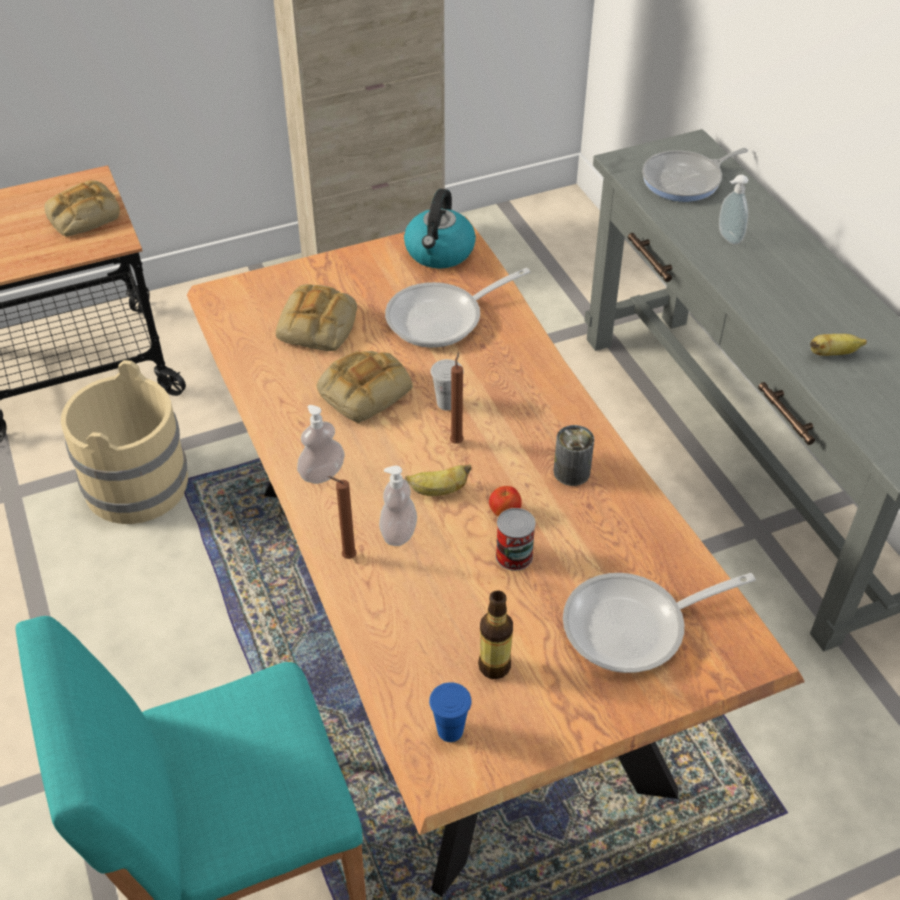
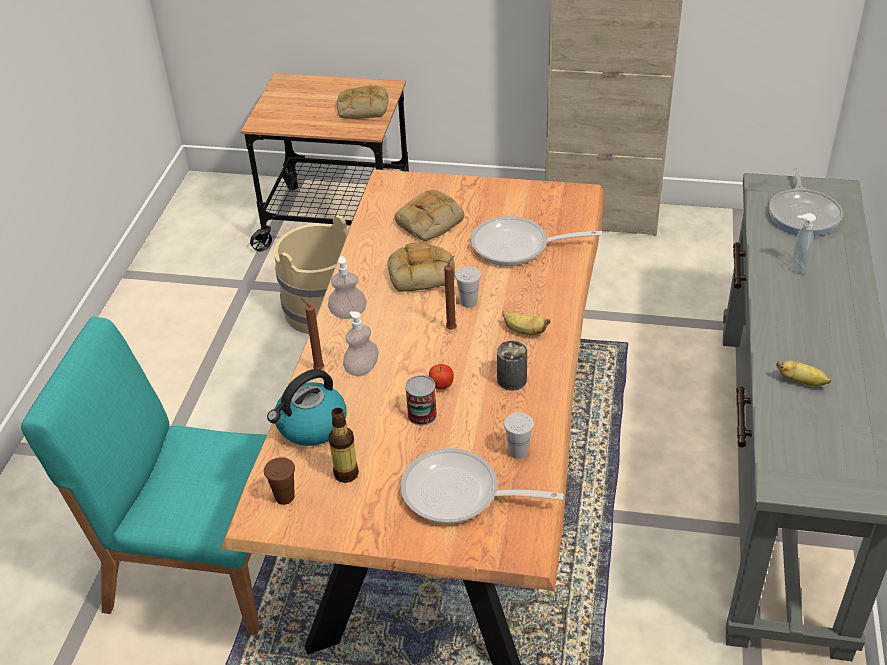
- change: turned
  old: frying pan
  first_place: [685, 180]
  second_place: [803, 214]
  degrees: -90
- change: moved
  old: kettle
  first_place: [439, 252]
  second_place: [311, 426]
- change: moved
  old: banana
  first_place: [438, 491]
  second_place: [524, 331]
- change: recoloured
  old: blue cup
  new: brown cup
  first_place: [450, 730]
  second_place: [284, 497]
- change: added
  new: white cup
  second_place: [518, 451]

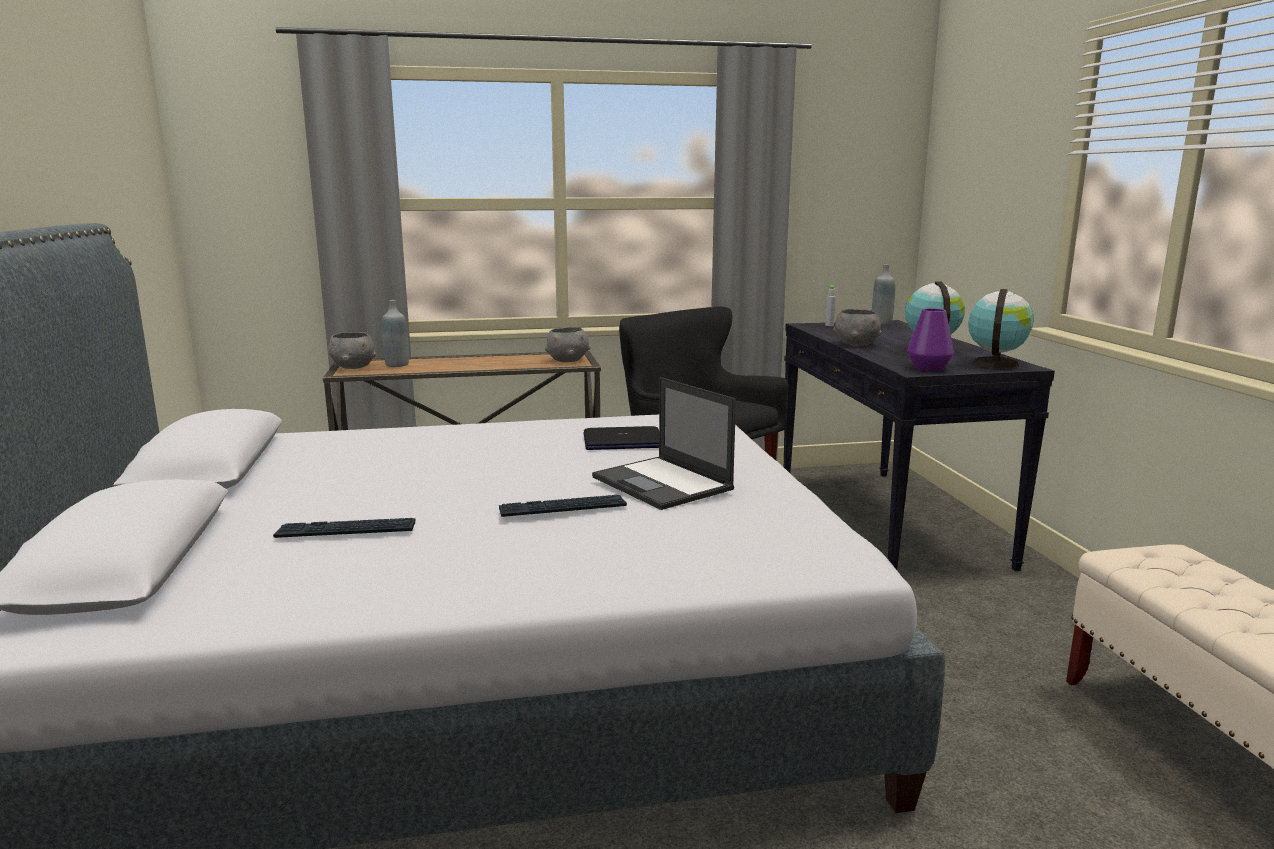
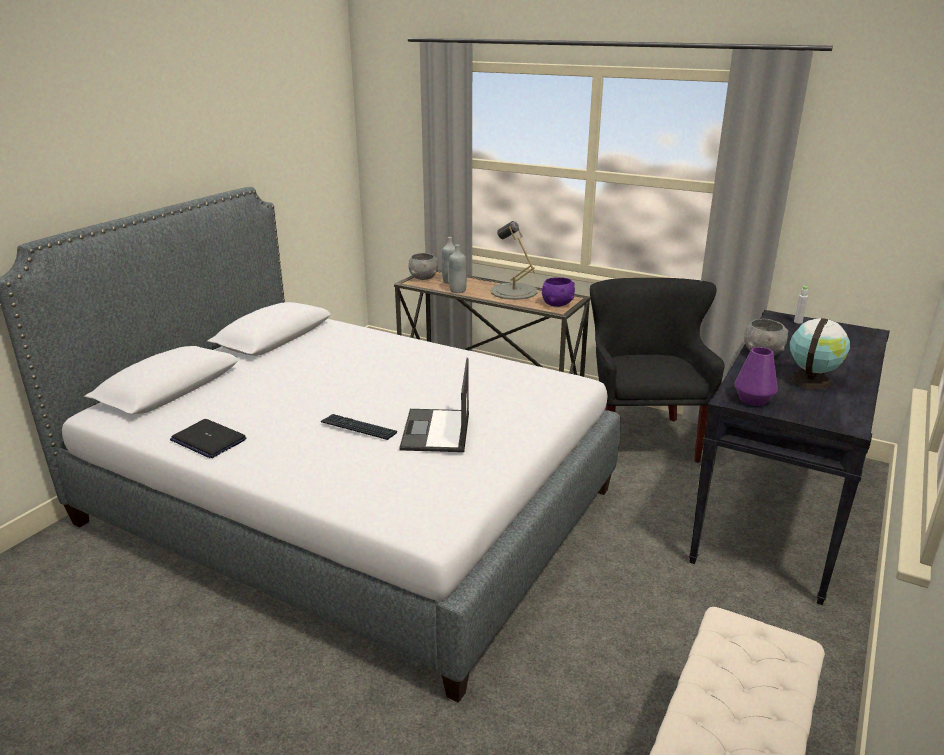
- change: moved
  old: grey bottle
  first_place: [881, 323]
  second_place: [457, 290]
- change: removed
  old: globe
  first_place: [995, 363]
- change: recoloured
  old: grey bowl
  new: purple bowl
  first_place: [568, 360]
  second_place: [557, 304]
- change: moved
  old: laptop
  first_place: [622, 441]
  second_place: [208, 440]
- change: removed
  old: keyboard
  first_place: [346, 530]
- change: added
  new: grey table lamp
  second_place: [513, 291]

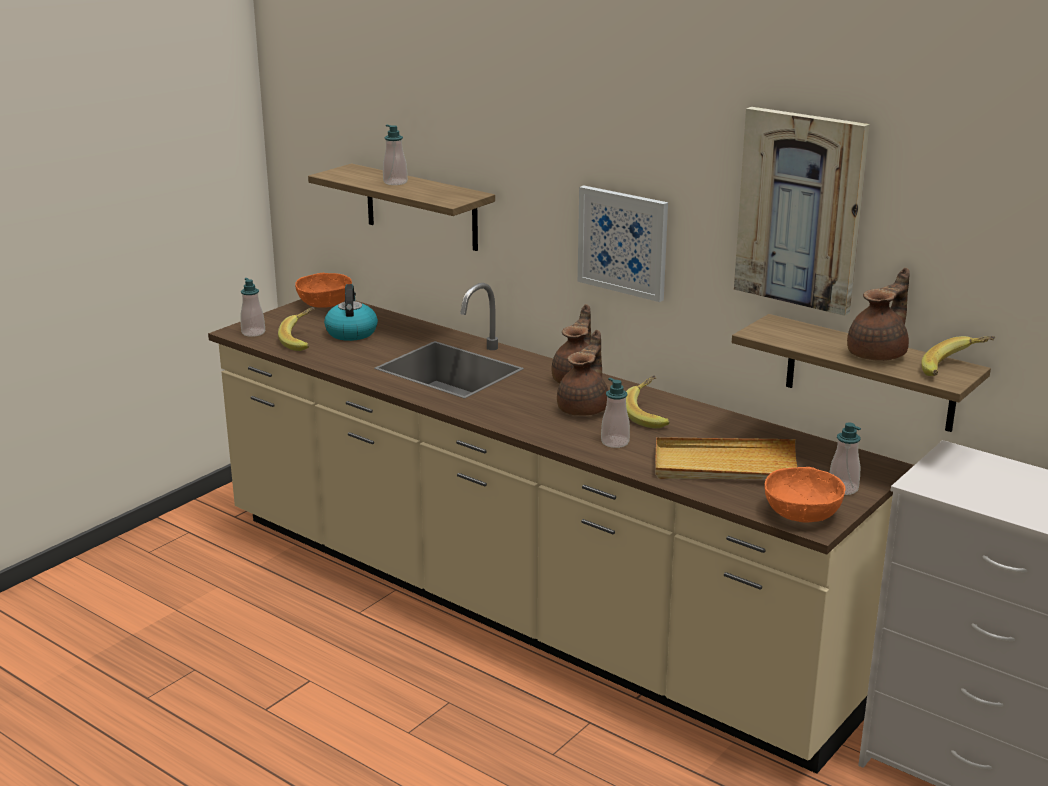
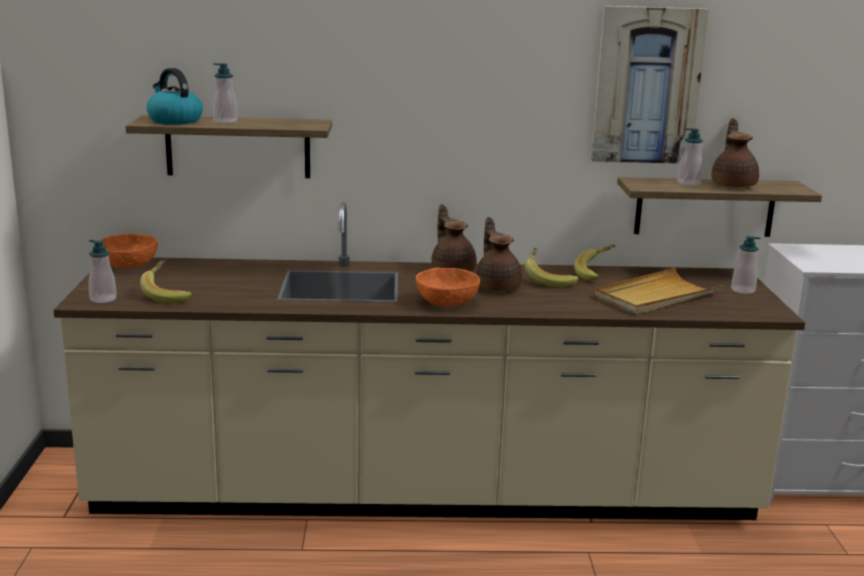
- change: removed
  old: picture
  first_place: [623, 242]
- change: moved
  old: kettle
  first_place: [351, 332]
  second_place: [174, 120]
- change: moved
  old: banana
  first_place: [955, 371]
  second_place: [597, 274]
- change: moved
  old: soap dispenser
  first_place: [615, 442]
  second_place: [688, 183]
- change: moved
  old: orange bowl
  first_place: [802, 514]
  second_place: [447, 302]

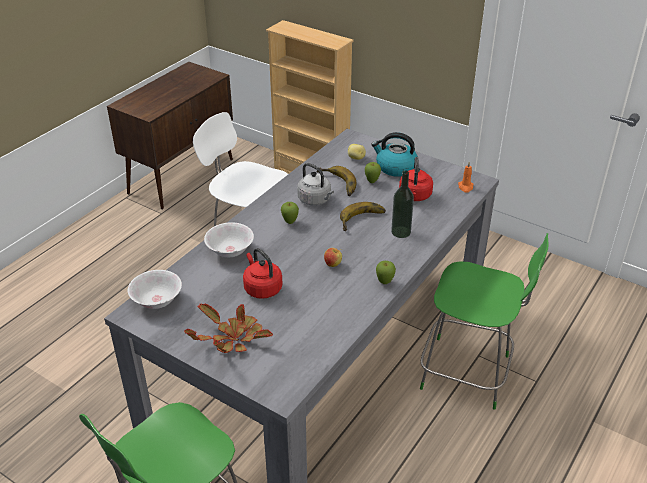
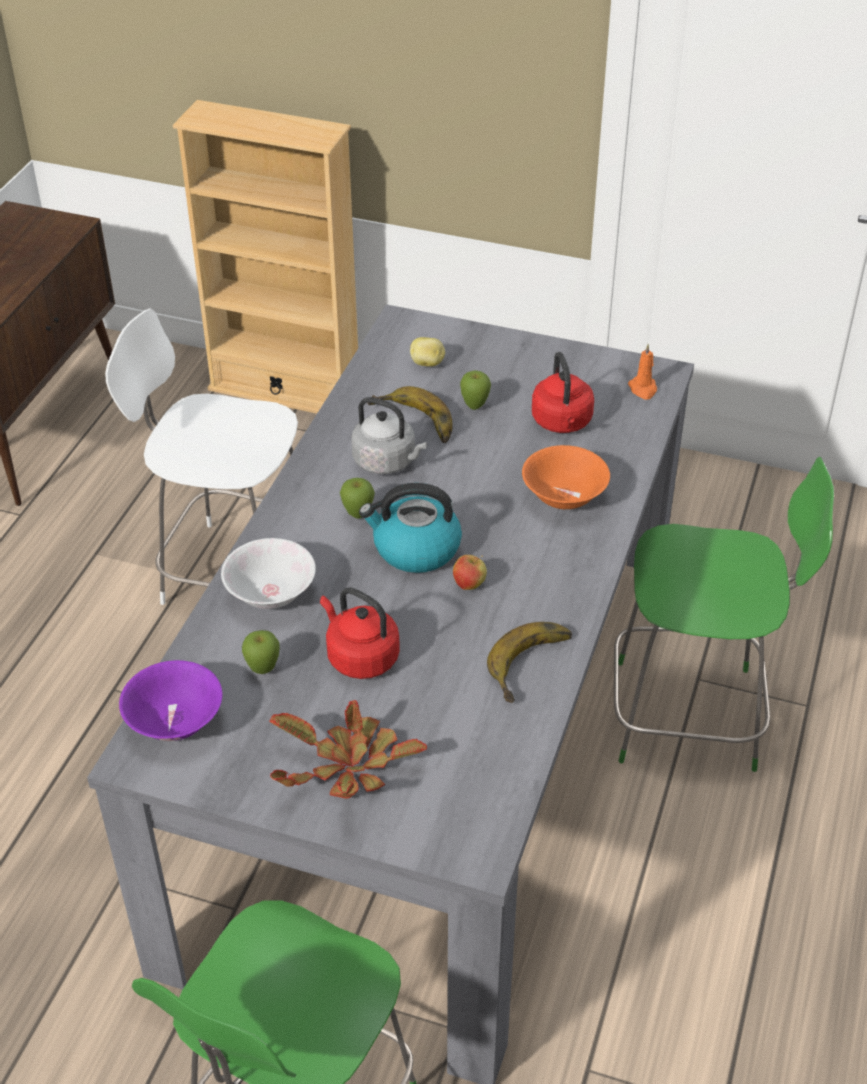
- change: moved
  old: kettle
  first_place: [395, 167]
  second_place: [415, 549]
- change: replaced
  old: bottle
  new: orange bowl
  first_place: [401, 232]
  second_place: [564, 498]
- change: moved
  old: banana
  first_place: [363, 220]
  second_place: [535, 666]
- change: moved
  old: apple
  first_place: [384, 282]
  second_place: [263, 670]
- change: recoloured
  old: white bowl
  new: purple bowl
  first_place: [157, 301]
  second_place: [176, 722]

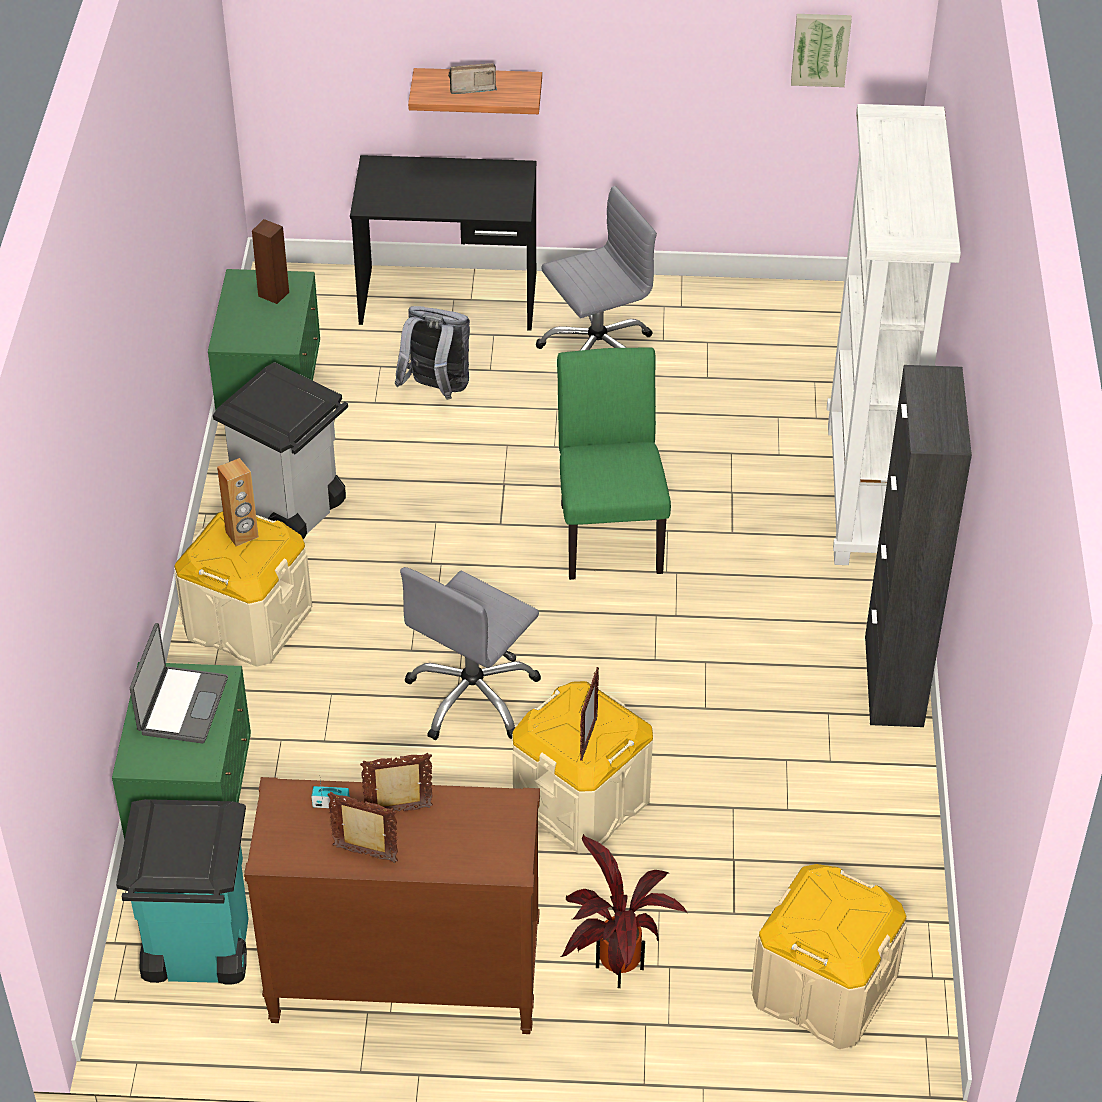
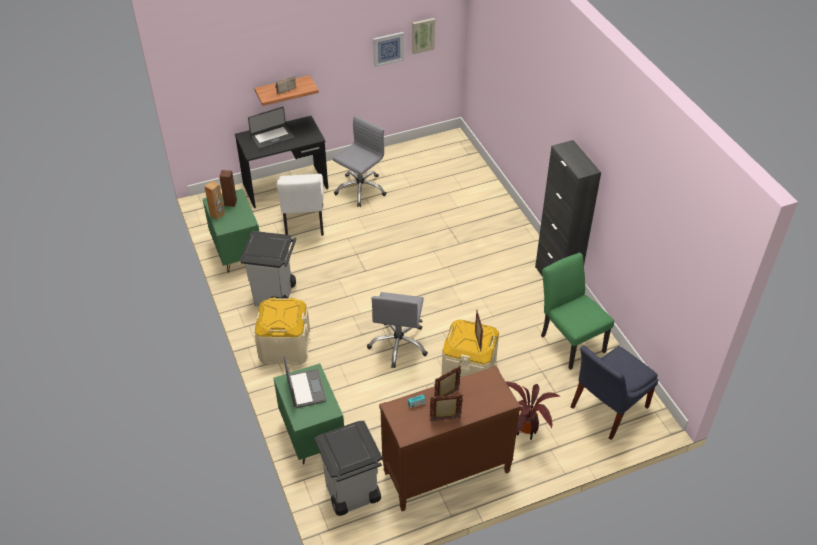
- change: removed
  old: white bookcase
  first_place: [866, 495]
- change: replaced
  old: grey backpack
  new: white chair
  first_place: [436, 389]
  second_place: [304, 225]
- change: moved
  old: green chair
  first_place: [609, 531]
  second_place: [569, 340]
- change: moved
  old: brown speaker
  first_place: [242, 535]
  second_place: [217, 215]
- change: recoloured
  old: turquoise trash can
  new: grey trash can
  first_place: [197, 952]
  second_place: [351, 495]
- change: replaced
  old: beige storage box
  new: blue chair
  first_place: [823, 988]
  second_place: [606, 408]
- change: added
  new: picture
  second_place: [388, 49]
- change: added
  new: laptop
  second_place: [272, 137]

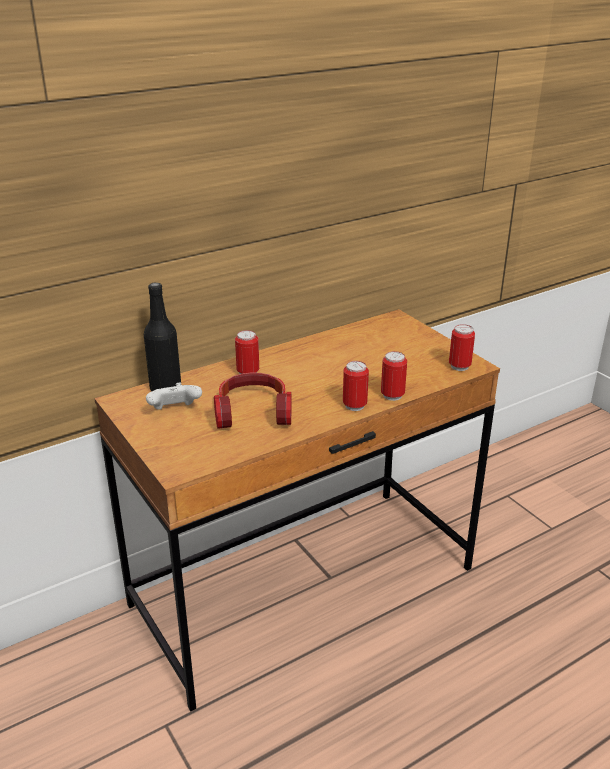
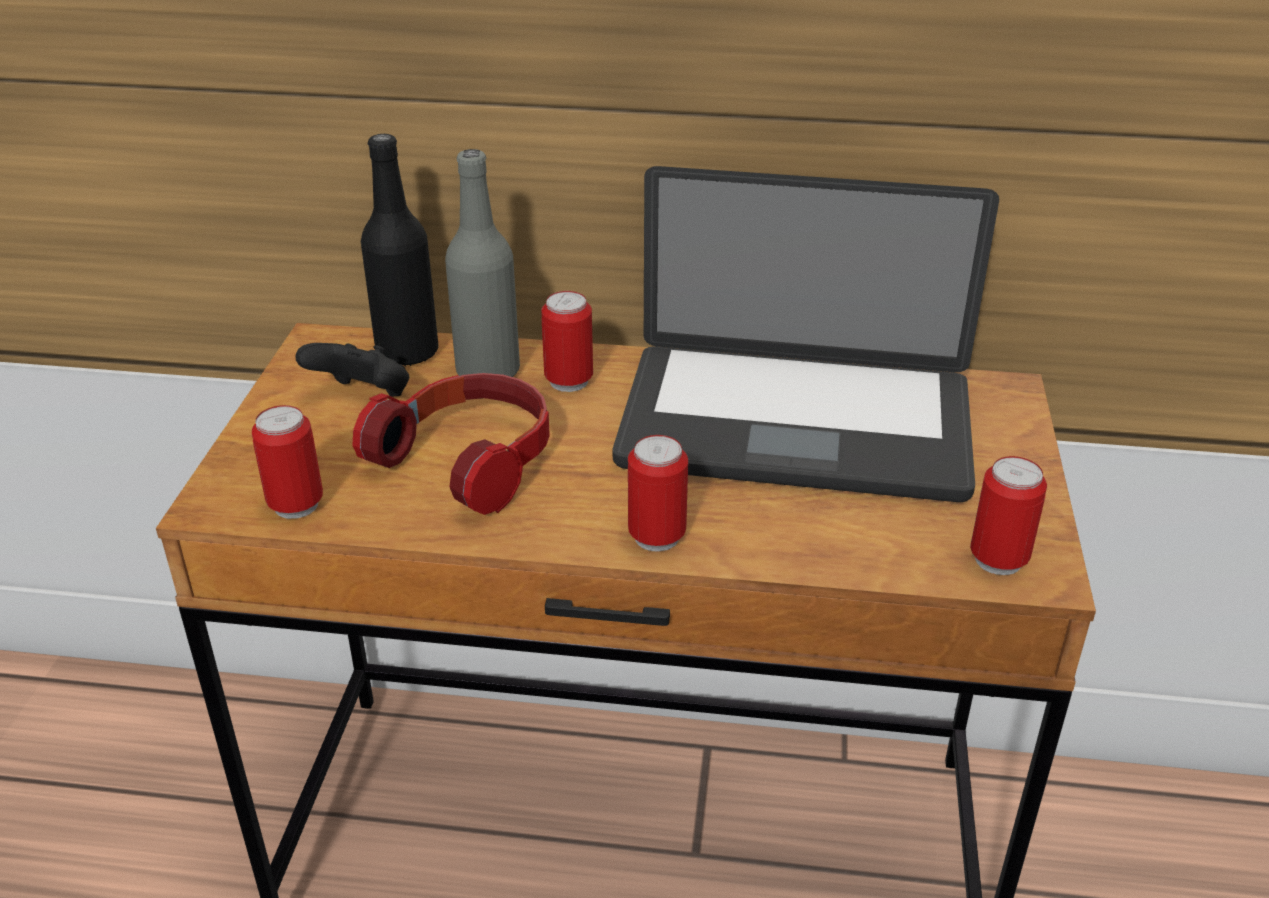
- change: moved
  old: can
  first_place: [392, 395]
  second_place: [296, 505]
- change: recoloured
  old: white game controller
  new: black game controller
  first_place: [174, 411]
  second_place: [363, 397]
- change: added
  new: grey bottle
  second_place: [488, 371]
- change: added
  new: laptop
  second_place: [795, 426]

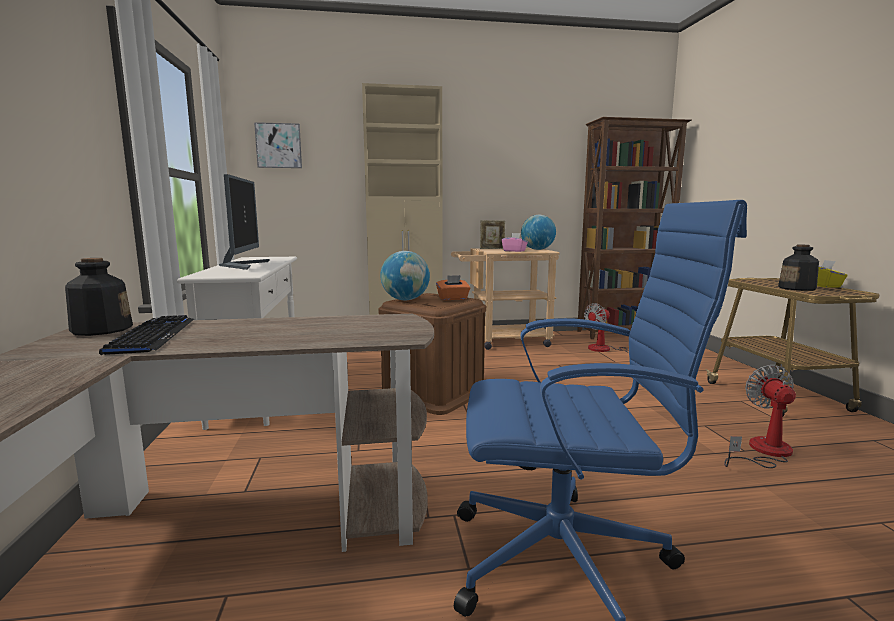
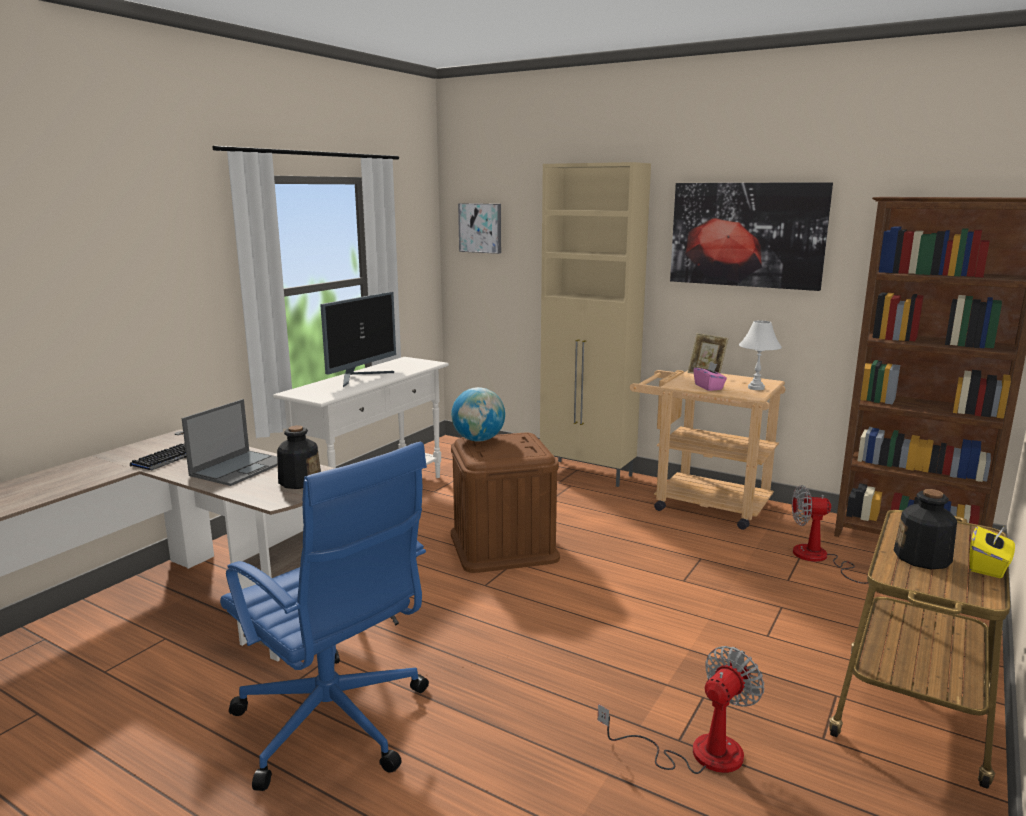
- change: replaced
  old: globe
  new: white table lamp
  first_place: [537, 249]
  second_place: [756, 388]
- change: moved
  old: bottle
  first_place: [101, 329]
  second_place: [299, 481]
- change: removed
  old: orange tissue box
  first_place: [453, 299]
- change: added
  new: picture
  second_place: [747, 235]
- change: added
  new: laptop
  second_place: [240, 468]

